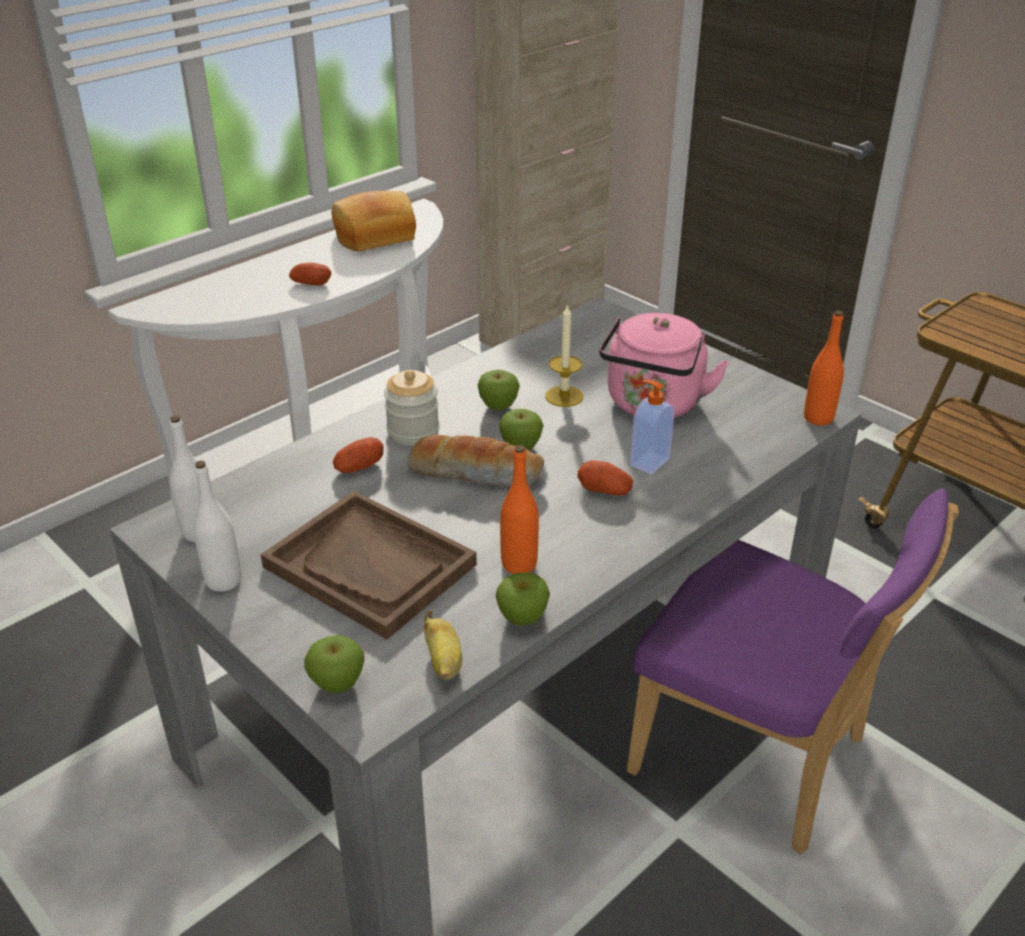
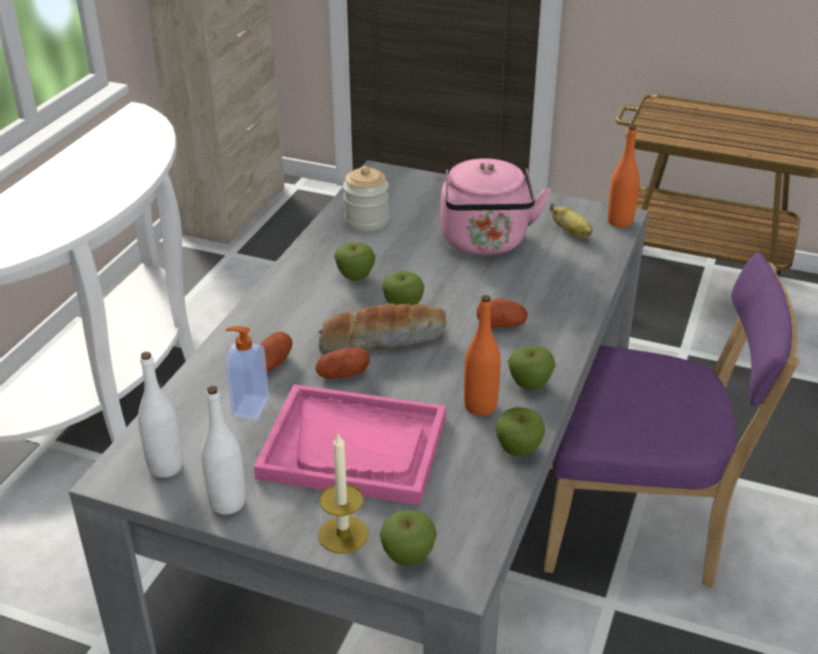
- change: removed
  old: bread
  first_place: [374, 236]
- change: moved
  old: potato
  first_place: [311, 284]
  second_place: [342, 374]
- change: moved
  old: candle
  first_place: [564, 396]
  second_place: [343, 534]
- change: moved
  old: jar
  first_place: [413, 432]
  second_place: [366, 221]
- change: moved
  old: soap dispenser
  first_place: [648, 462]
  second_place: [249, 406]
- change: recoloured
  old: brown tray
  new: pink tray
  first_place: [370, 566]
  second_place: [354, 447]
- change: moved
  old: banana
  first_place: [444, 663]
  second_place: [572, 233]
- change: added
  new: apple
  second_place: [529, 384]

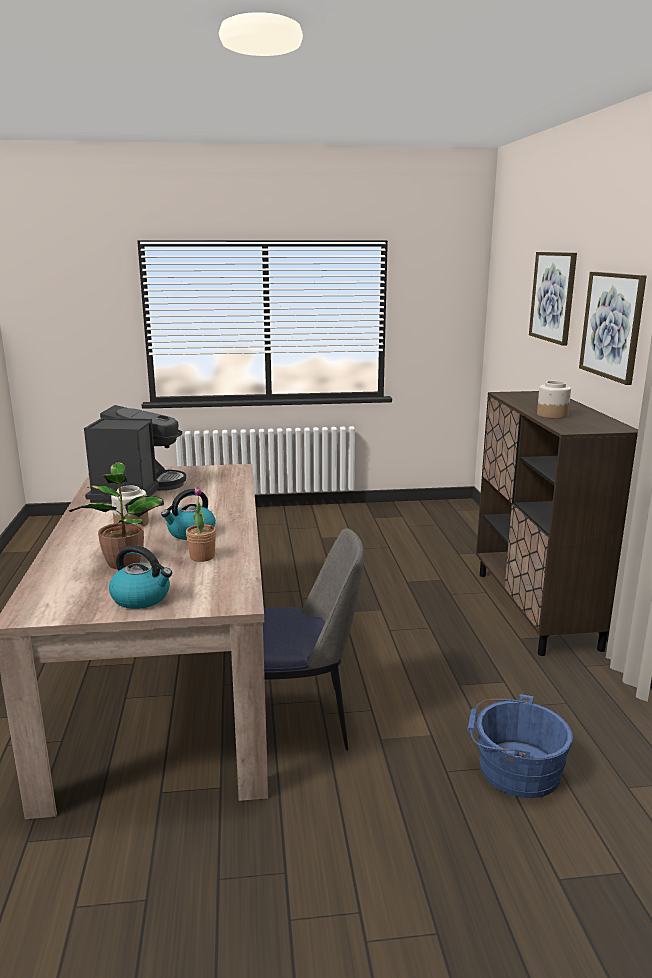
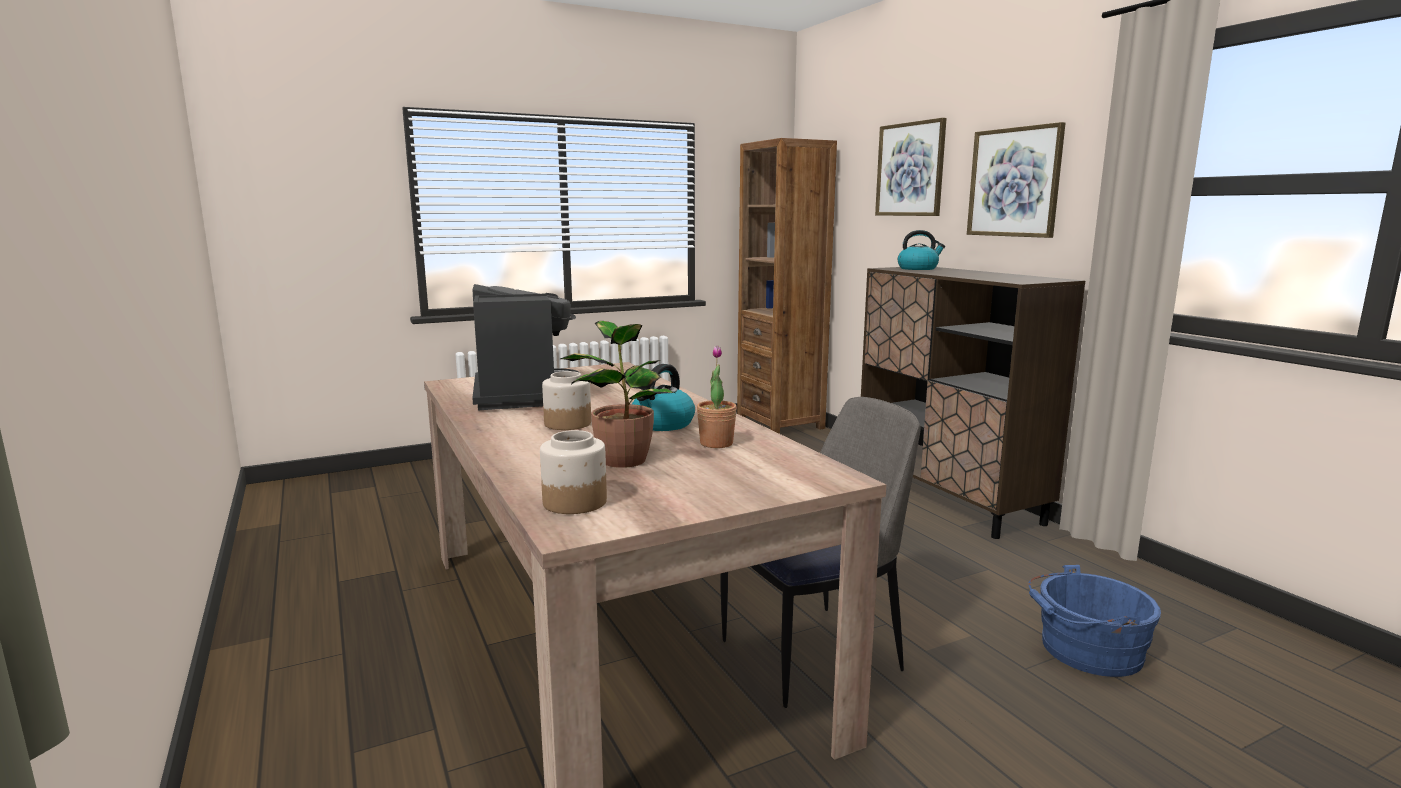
- change: moved
  old: jar
  first_place: [552, 415]
  second_place: [574, 502]
- change: moved
  old: kettle
  first_place: [142, 598]
  second_place: [918, 268]
- change: added
  new: brown bookcase
  second_place: [780, 423]

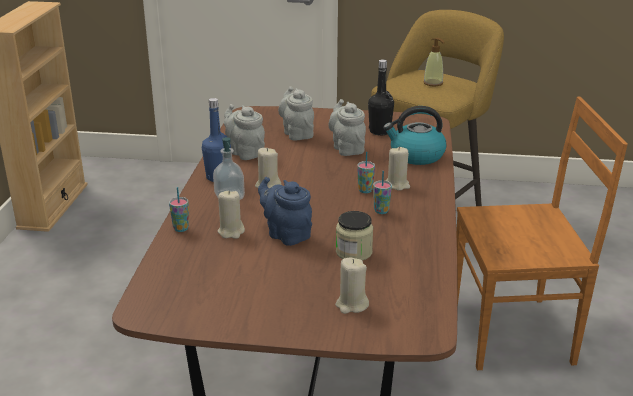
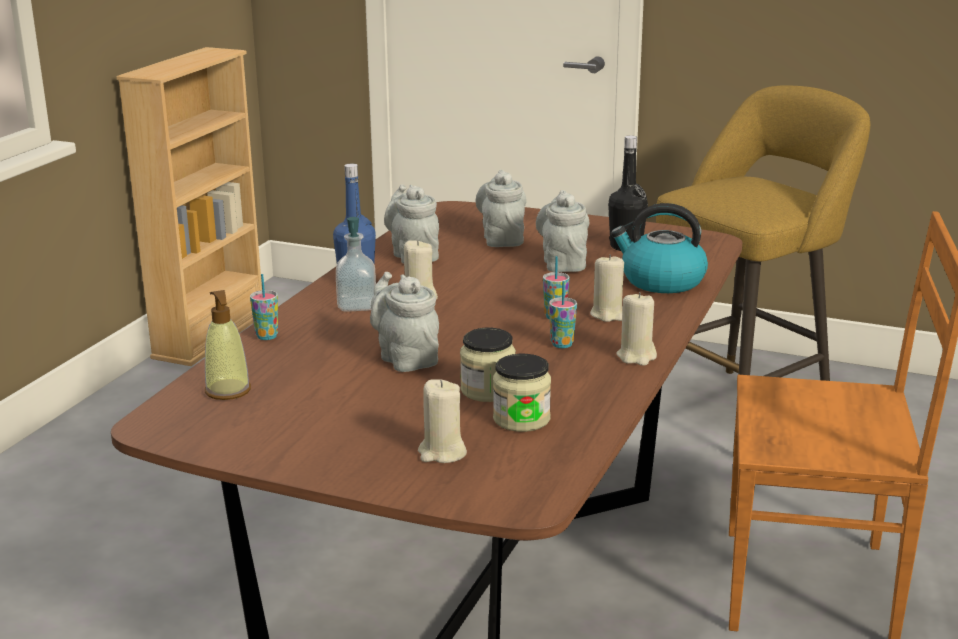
- change: moved
  old: soap dispenser
  first_place: [433, 83]
  second_place: [228, 391]
- change: recoloured
  old: blue teapot
  new: grey teapot
  first_place: [286, 234]
  second_place: [406, 358]
- change: moved
  old: beige candle
  first_place: [231, 232]
  second_place: [636, 356]
- change: added
  new: jar
  second_place: [521, 419]

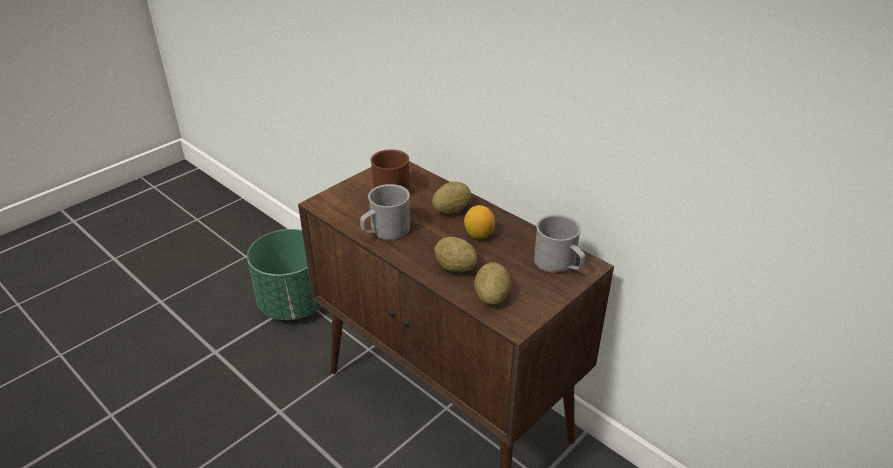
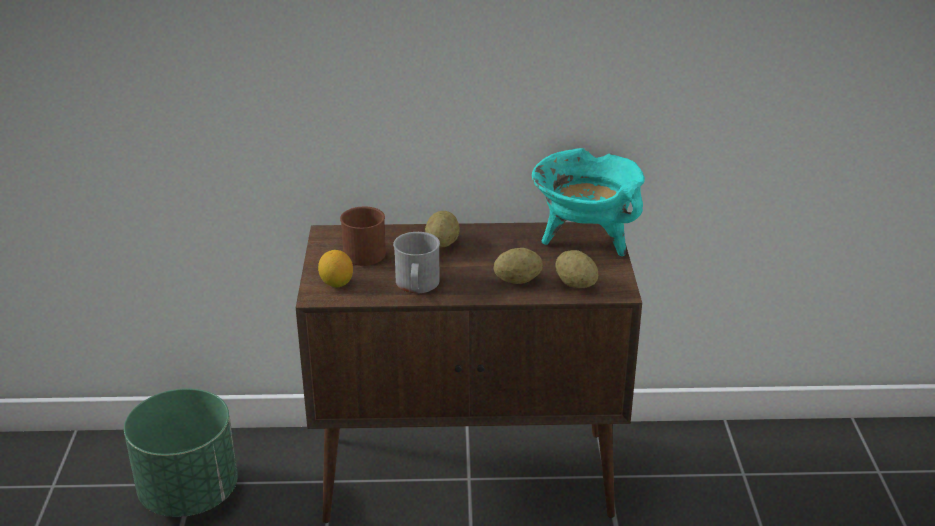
- change: moved
  old: lemon
  first_place: [478, 235]
  second_place: [336, 283]
- change: replaced
  old: grey mug
  new: turquoise cooking pot
  first_place: [559, 265]
  second_place: [585, 239]

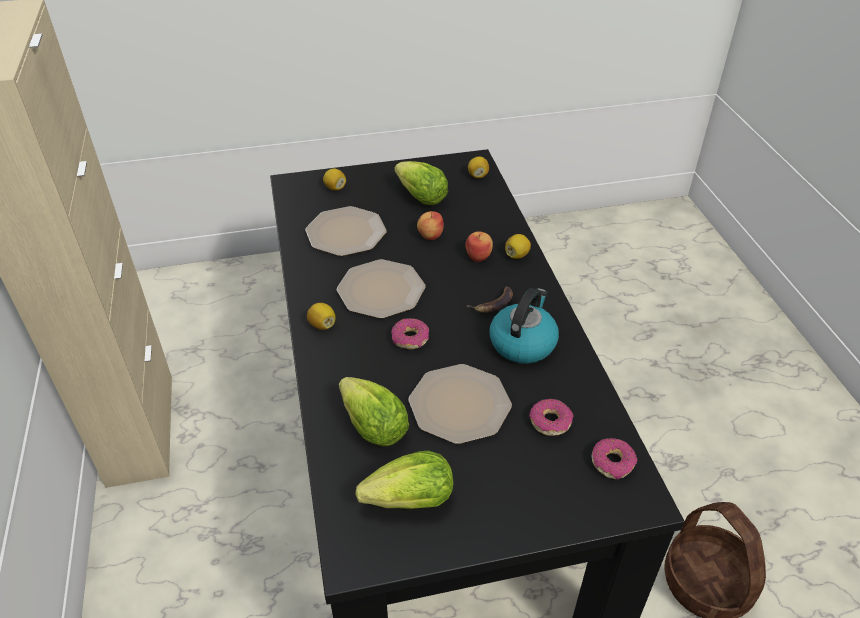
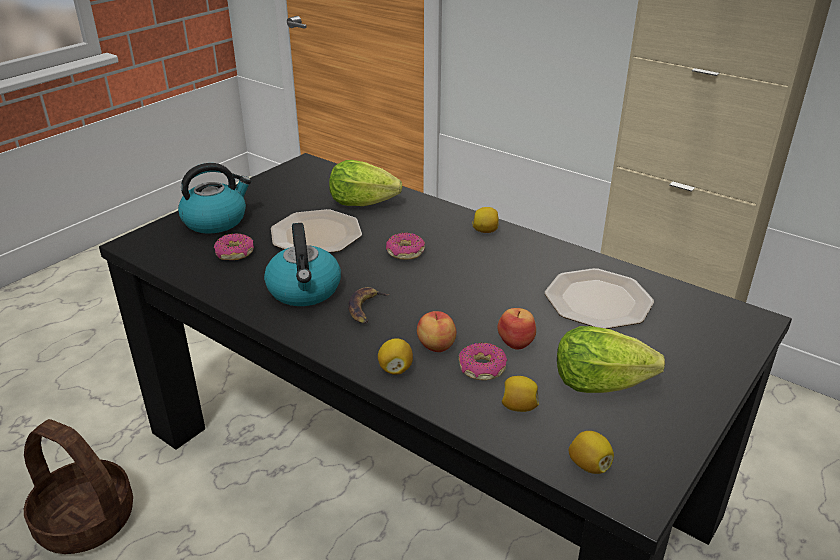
- change: moved
  old: lemon
  first_place: [335, 188]
  second_place: [518, 407]
- change: removed
  old: plate
  first_place: [380, 290]
- change: moved
  old: donut
  first_place: [612, 463]
  second_place: [481, 368]
- change: removed
  old: lettuce
  first_place: [411, 500]
- change: added
  new: kettle
  second_place: [216, 220]

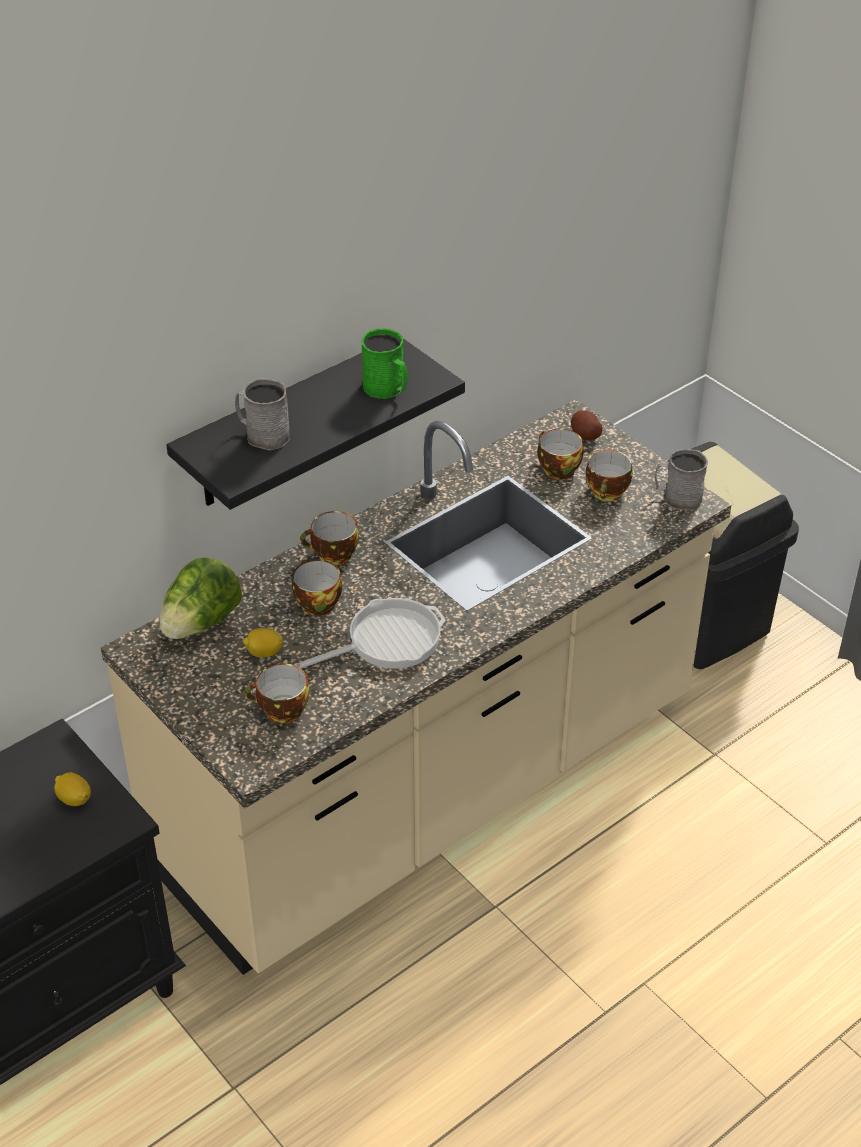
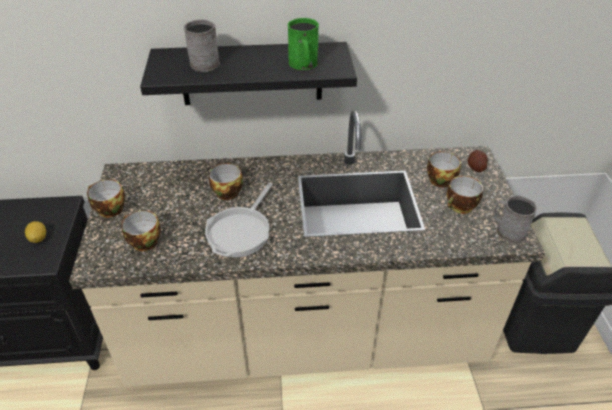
- change: moved
  old: cup
  first_place: [332, 555]
  second_place: [108, 209]
- change: removed
  old: lettuce
  first_place: [201, 623]
- change: turned
  old: frying pan
  first_place: [387, 641]
  second_place: [241, 231]
  degrees: 105
- change: removed
  old: lemon
  first_place: [264, 653]

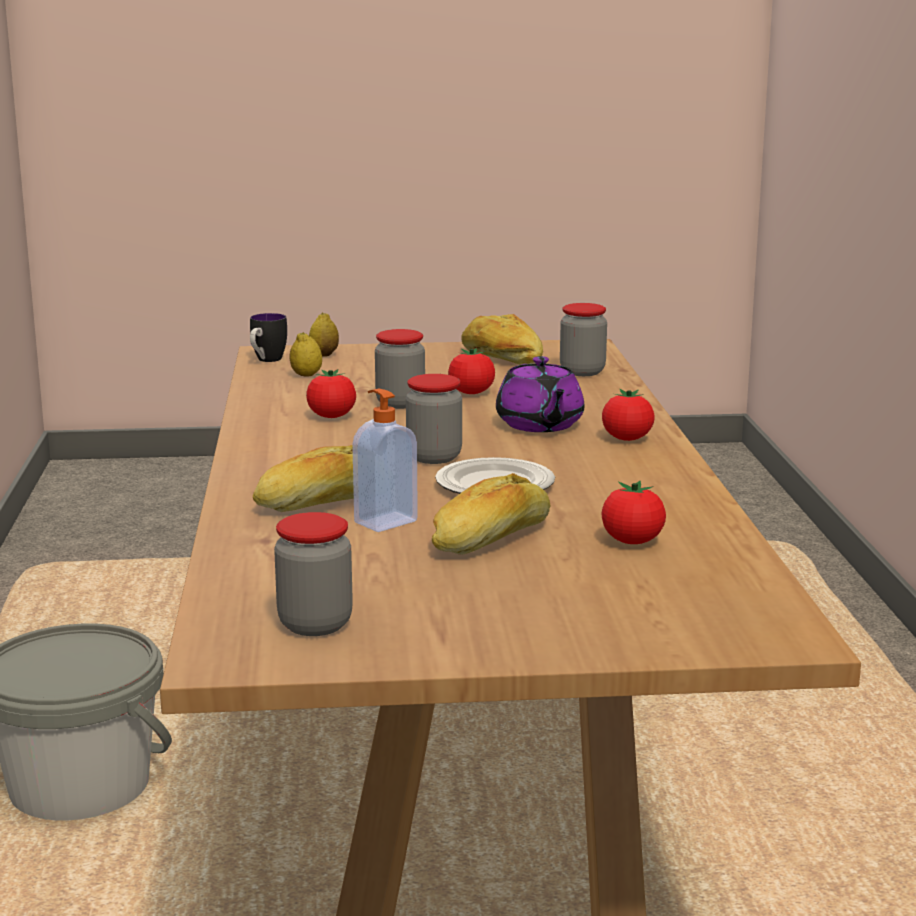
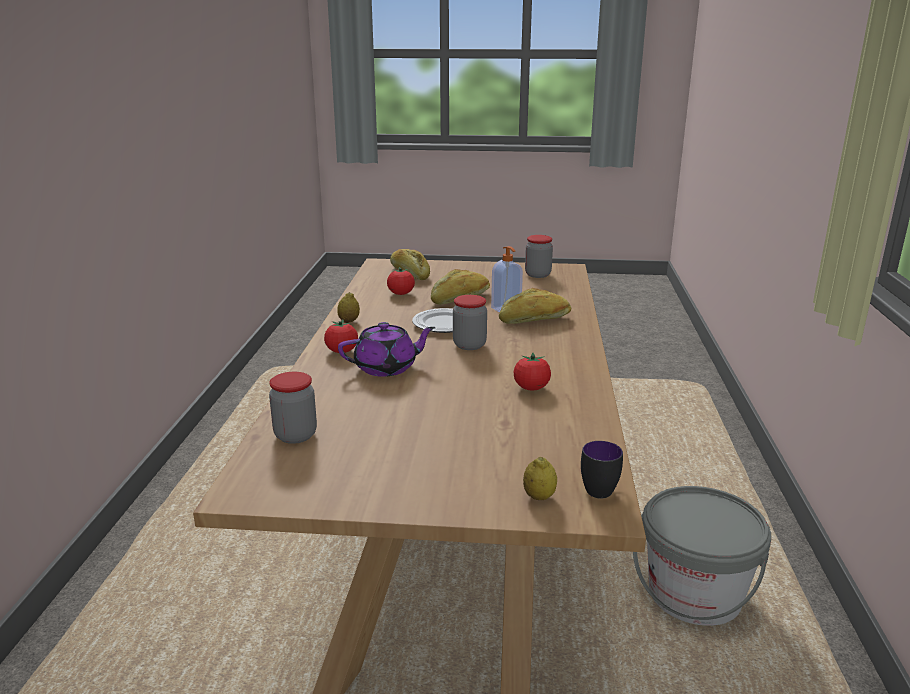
- change: moved
  old: bread
  first_place: [501, 358]
  second_place: [410, 273]
- change: removed
  old: jar
  first_place: [400, 403]
- change: moved
  old: lemon
  first_place: [306, 375]
  second_place: [349, 321]
- change: removed
  old: tomato
  first_place: [471, 393]
- change: turned
  old: purple teapot
  first_place: [539, 425]
  second_place: [387, 368]
  degrees: 75

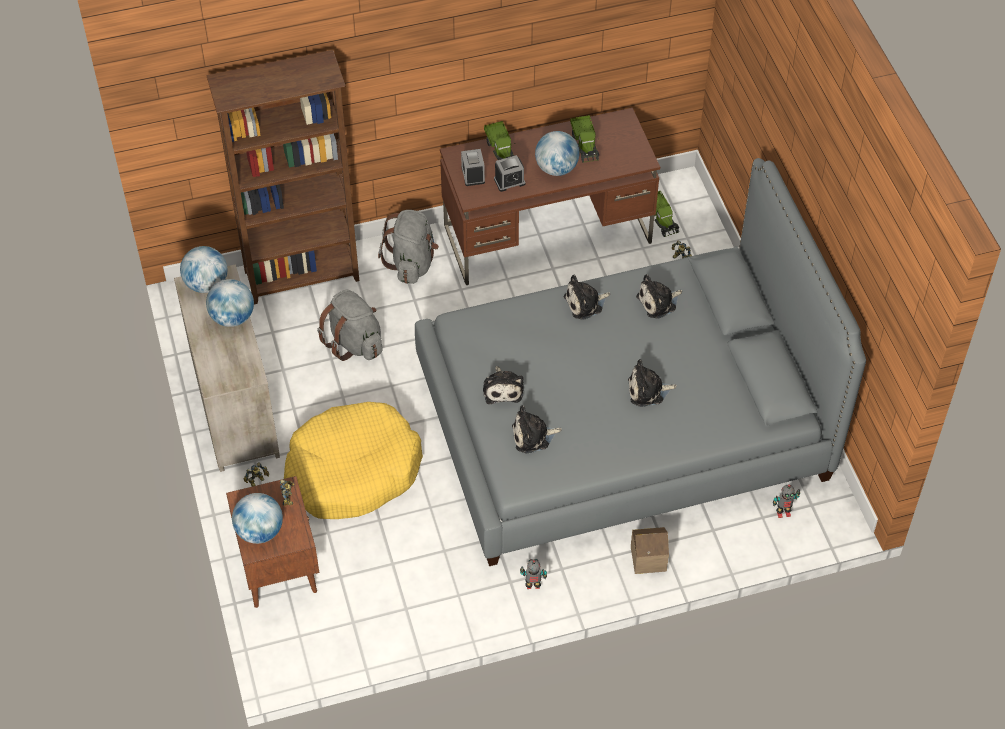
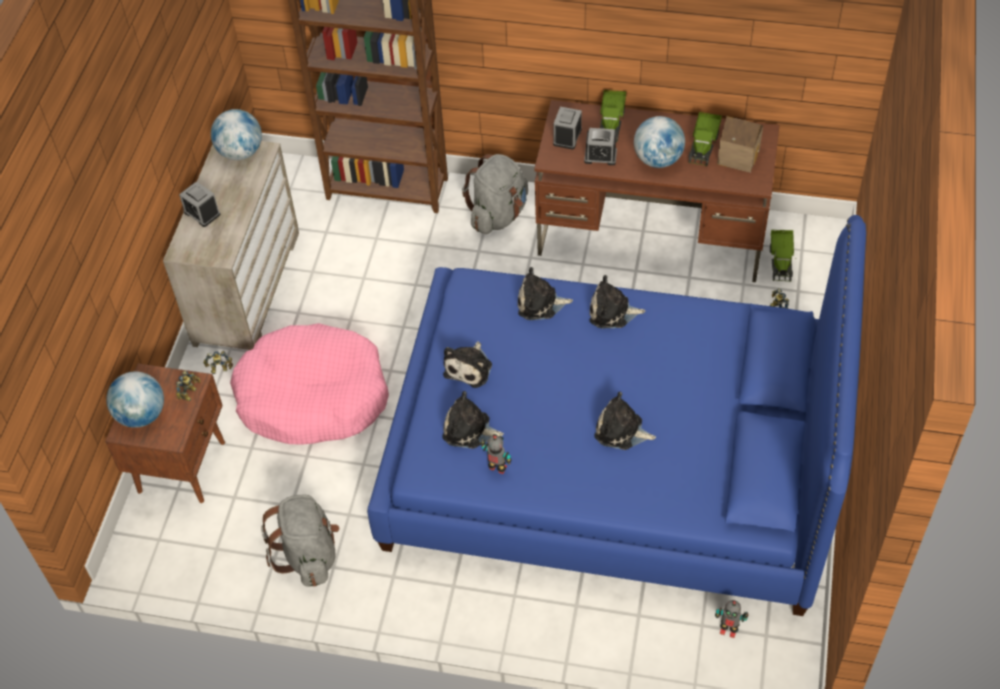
- change: recoloured
  old: grey bed
  new: blue bed
  first_place: [622, 421]
  second_place: [612, 456]
- change: moved
  old: plush toy
  first_place: [658, 302]
  second_place: [540, 303]
- change: removed
  old: globe
  first_place: [232, 318]
- change: moved
  old: grey backpack
  first_place: [354, 343]
  second_place: [309, 555]
- change: recoloured
  old: yellow dog bed
  new: pink dog bed
  first_place: [352, 471]
  second_place: [312, 396]
- change: moved
  old: toy house
  first_place: [647, 557]
  second_place: [738, 155]
- change: moved
  old: toy robot
  first_place: [533, 586]
  second_place: [497, 469]
- change: added
  new: alarm clock
  second_place: [202, 213]

